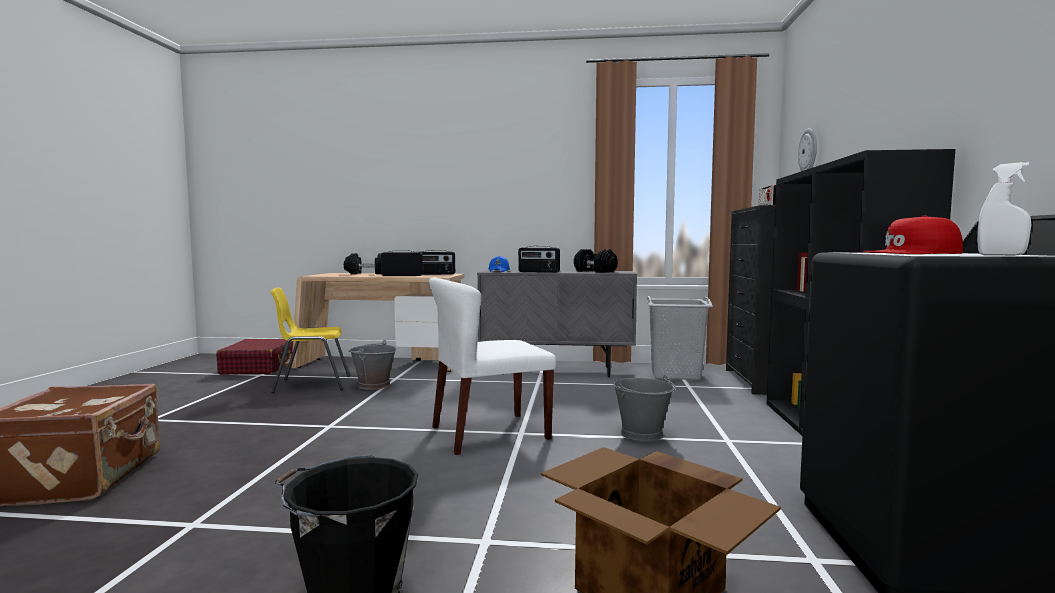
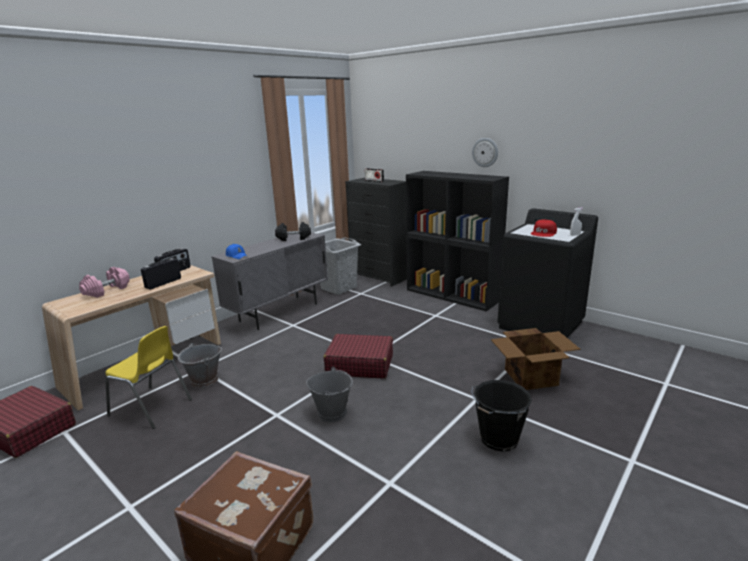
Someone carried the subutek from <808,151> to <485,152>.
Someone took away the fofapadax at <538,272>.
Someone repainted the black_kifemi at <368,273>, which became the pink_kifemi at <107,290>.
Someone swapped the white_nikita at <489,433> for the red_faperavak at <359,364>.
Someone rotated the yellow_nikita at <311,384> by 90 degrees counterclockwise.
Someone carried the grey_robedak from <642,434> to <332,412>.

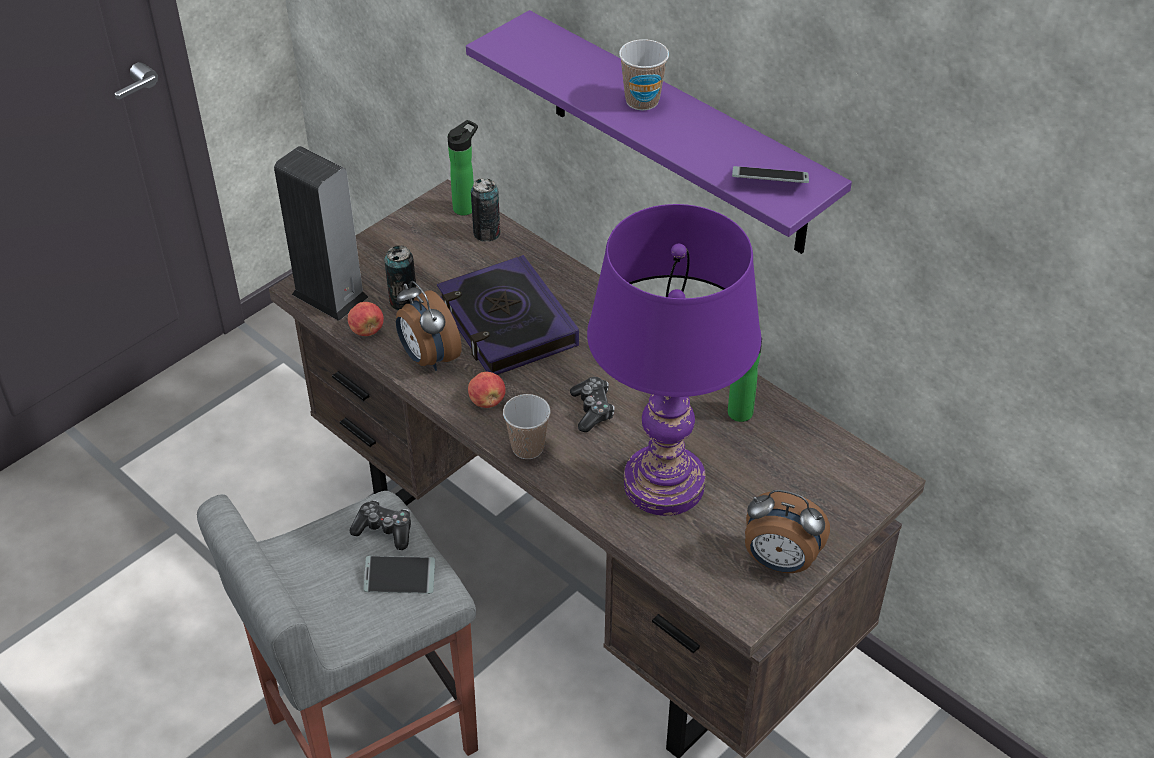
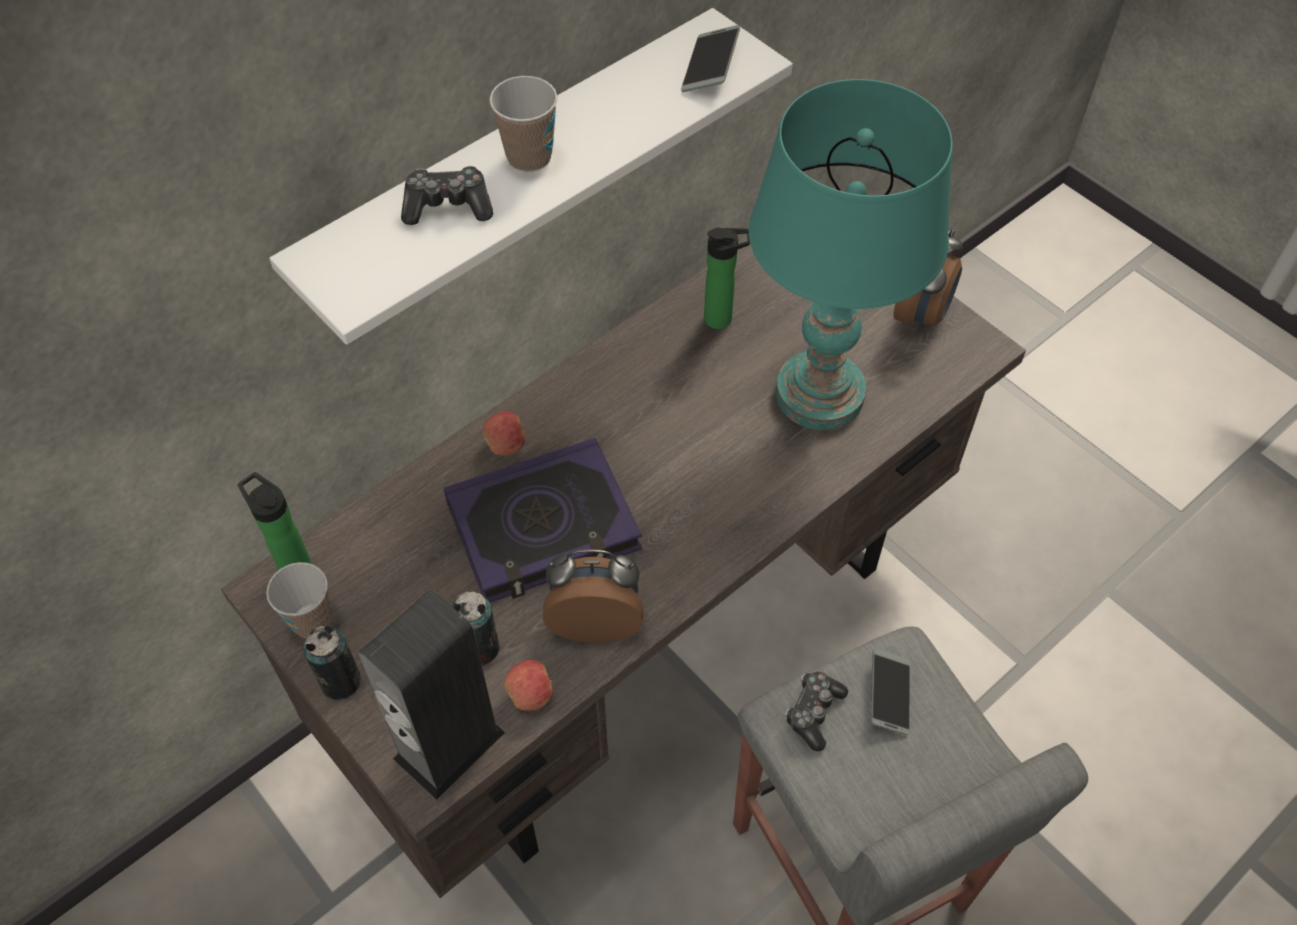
Someone repainted the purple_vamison at <677,135>, which became the white_vamison at <514,176>.
Someone carried the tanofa from <486,233> to <340,681>.
Someone repainted the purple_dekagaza at <664,484>, which became the turquoise_dekagaza at <819,394>.
Someone rotated the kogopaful at <428,358> by 150 degrees counterclockwise.
Someone carried the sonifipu from <487,401> to <506,445>.
Someone carried the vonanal from <592,410> to <448,206>.
Someone carried the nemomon from <527,448> to <311,621>.

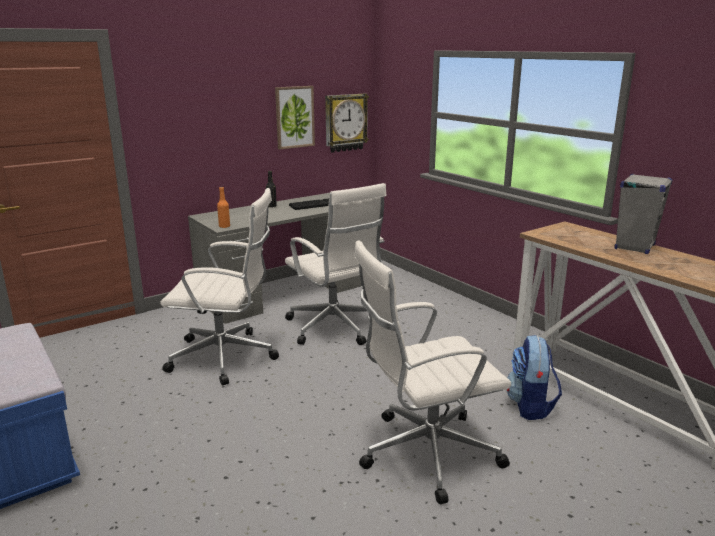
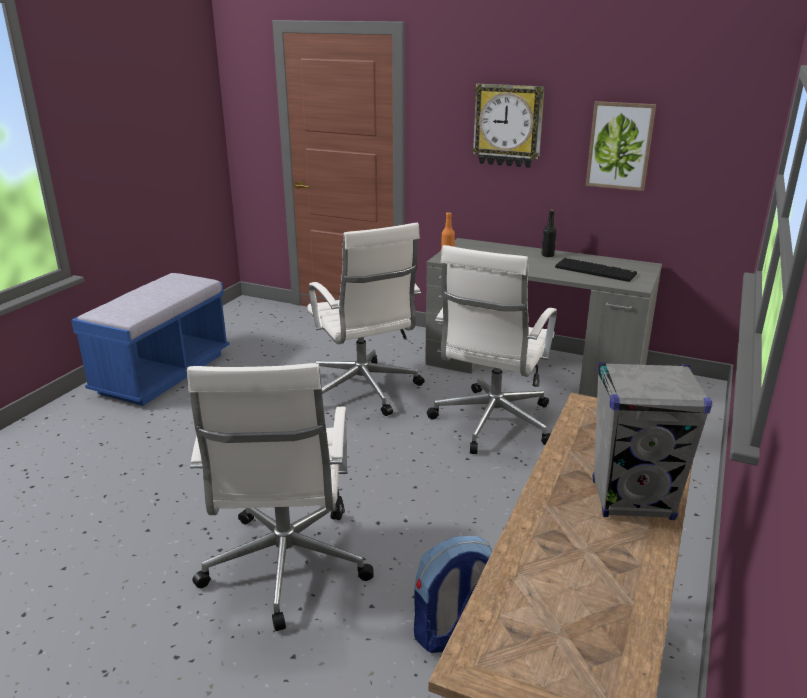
Someone carried the subutek from <345,122> to <508,125>.
Someone rotated the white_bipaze at <425,453> by 135 degrees counterclockwise.

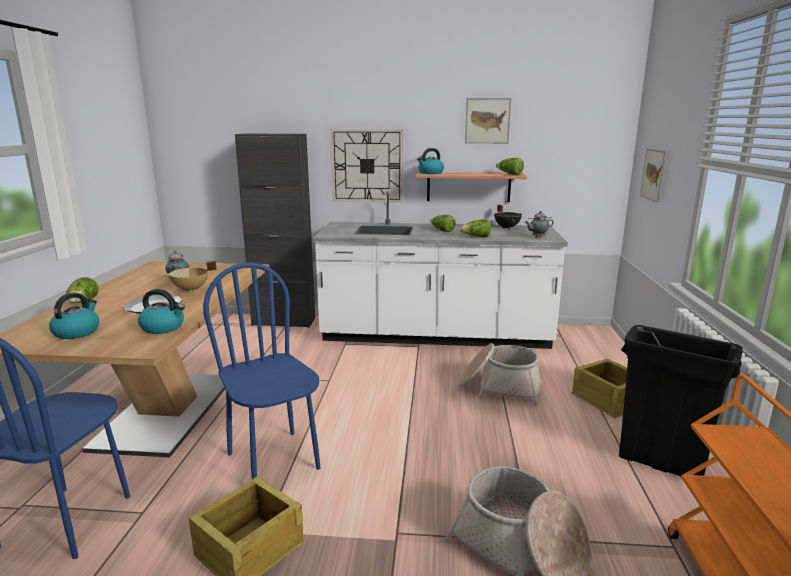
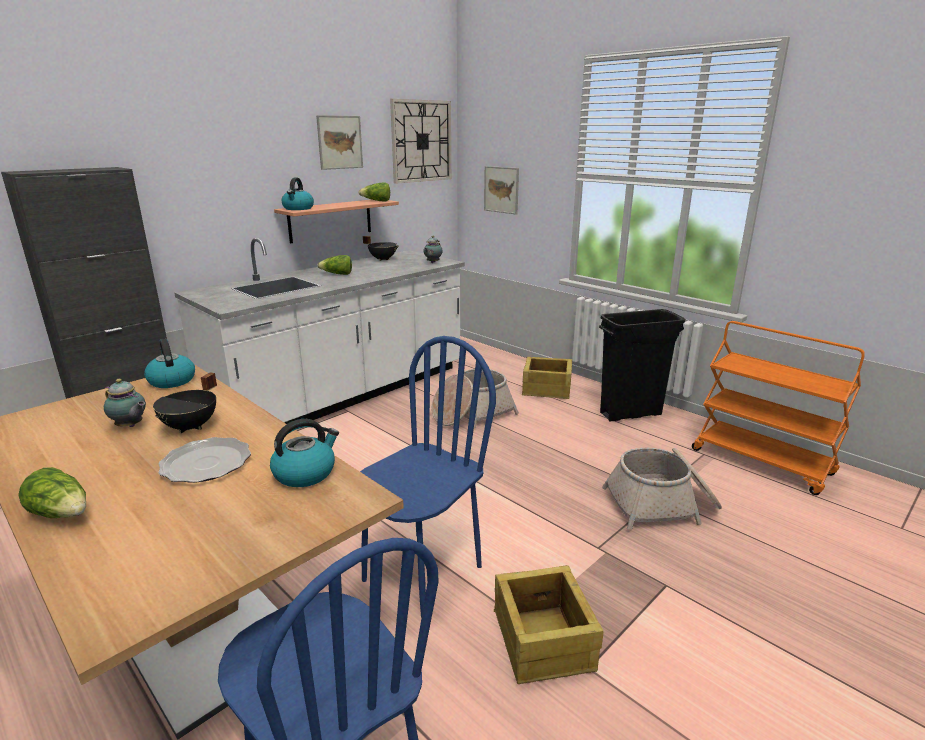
Someone carried the subutek from <367,166> to <421,141>.
Someone took away the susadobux at <476,237>.
Someone repainted the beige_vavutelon at <191,290>, which became the black_vavutelon at <191,427>.
Someone rotated the blue_nikita at <274,460> by 120 degrees clockwise.
Someone carried the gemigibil from <77,332> to <171,380>.

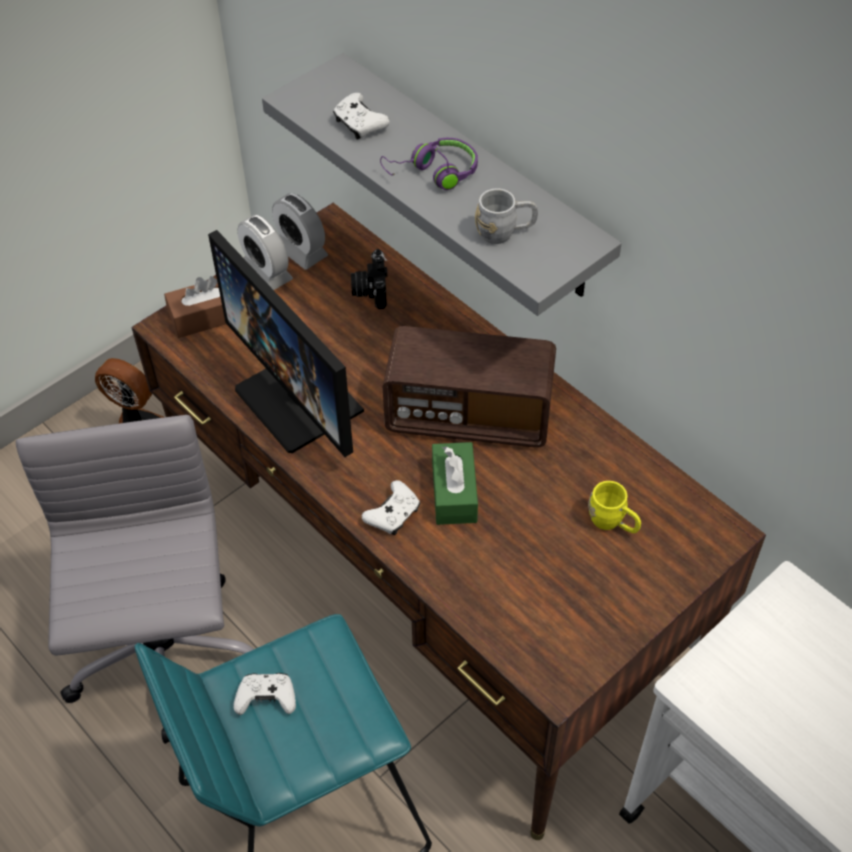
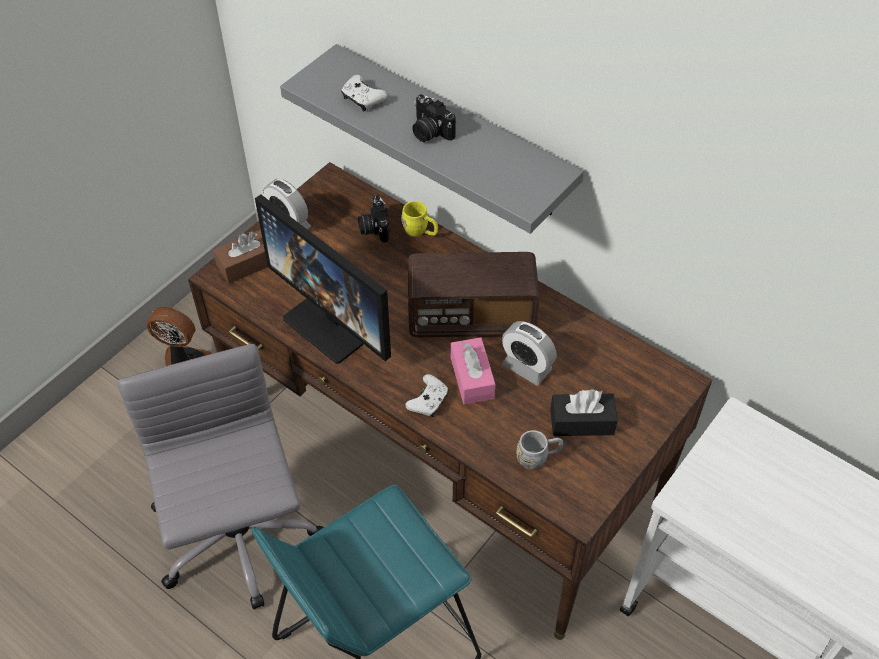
Someone swapped the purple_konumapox at <434,173> for the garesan at <429,132>.
Someone carried the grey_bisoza from <505,233> to <538,458>.
Someone carried the kogopaful from <301,251> to <526,367>.
Someone repainted the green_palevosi at <454,492>, which became the pink_palevosi at <472,378>.
Someone carried the yellow_bisoza from <613,523> to <420,231>.
Someone took away the white_vonanal at <266,698>.
Someone put down the black_palevosi at <581,422>.

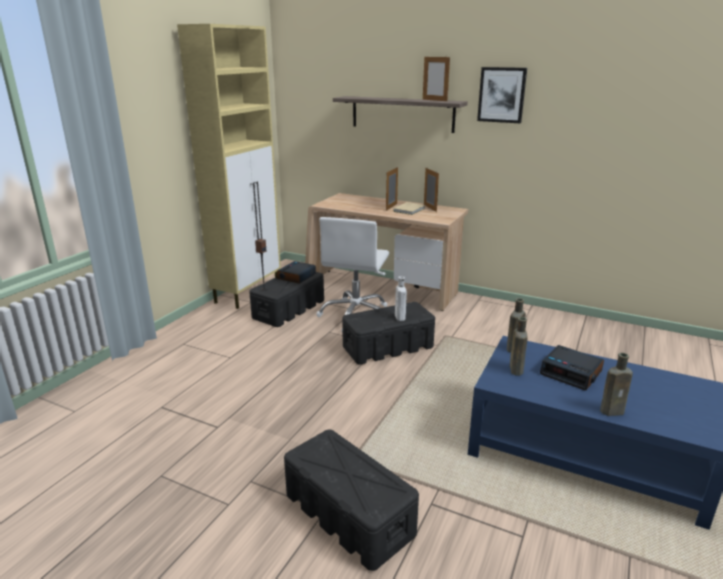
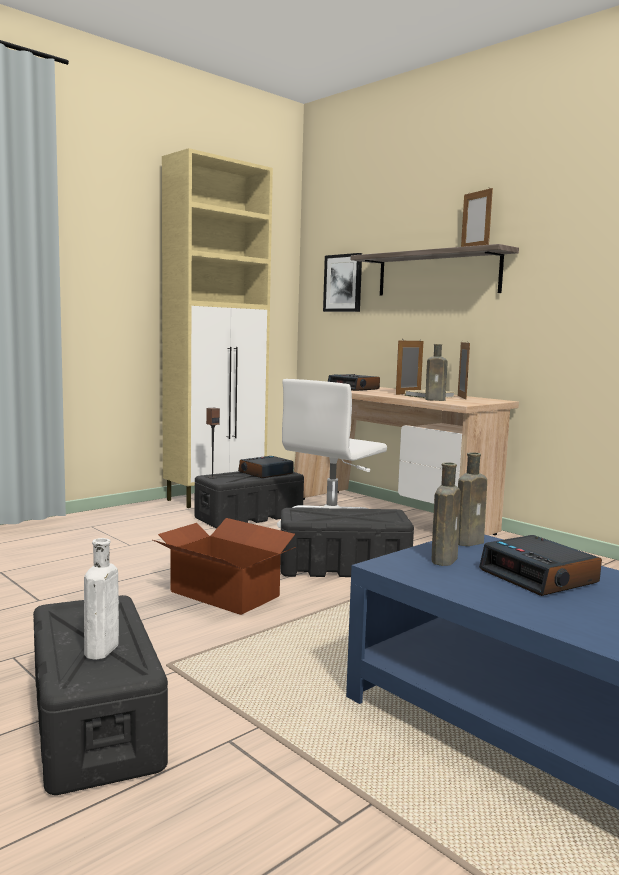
Someone carried the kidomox from <501,95> to <343,283>.
Someone carried the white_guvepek from <400,317> to <100,651>.
Someone carried the brown_guvepek from <613,411> to <436,400>.
Someone put down the kogopaful at <354,388>.
Someone put down the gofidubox at <225,593>.

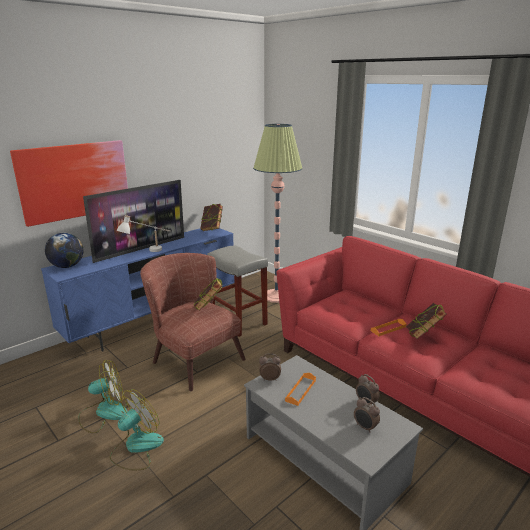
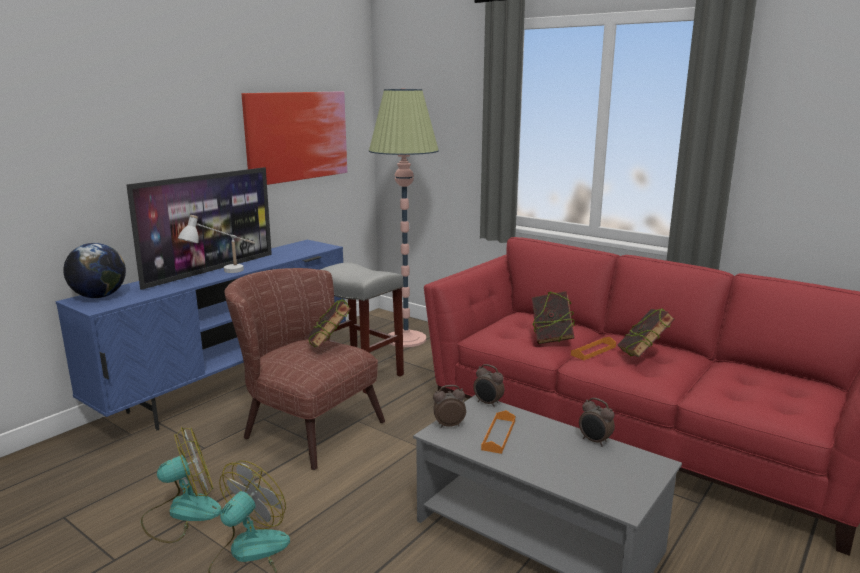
Someone carried the kidomox from <74,181> to <297,136>.
Someone carried the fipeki from <212,229> to <551,340>.
Someone carried the kogopaful from <365,427> to <488,403>.

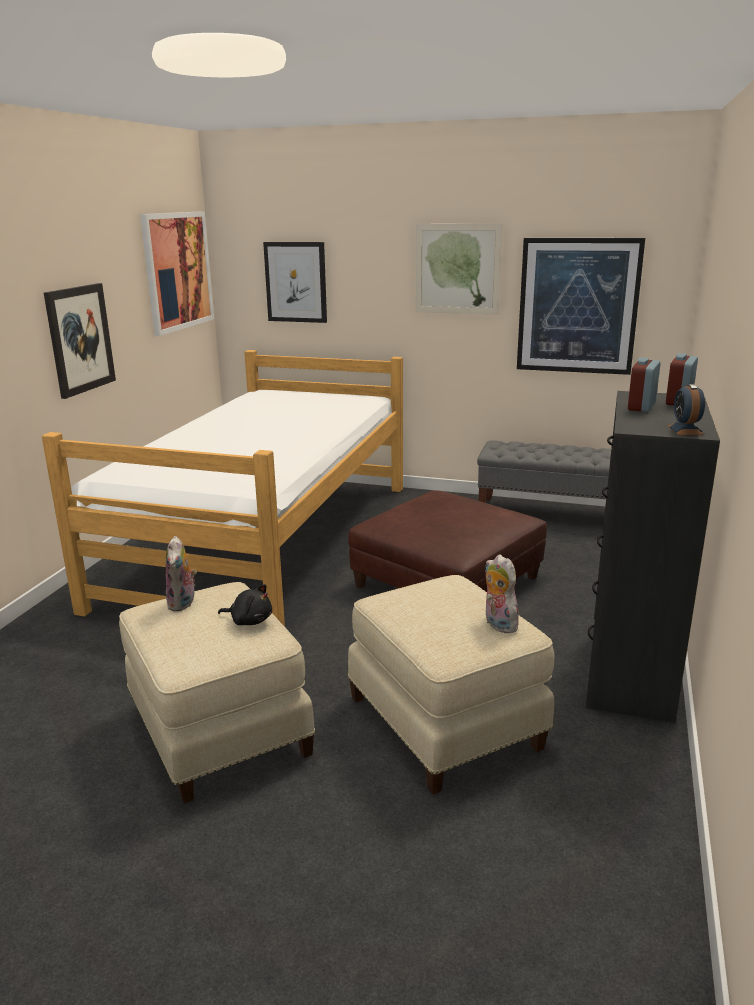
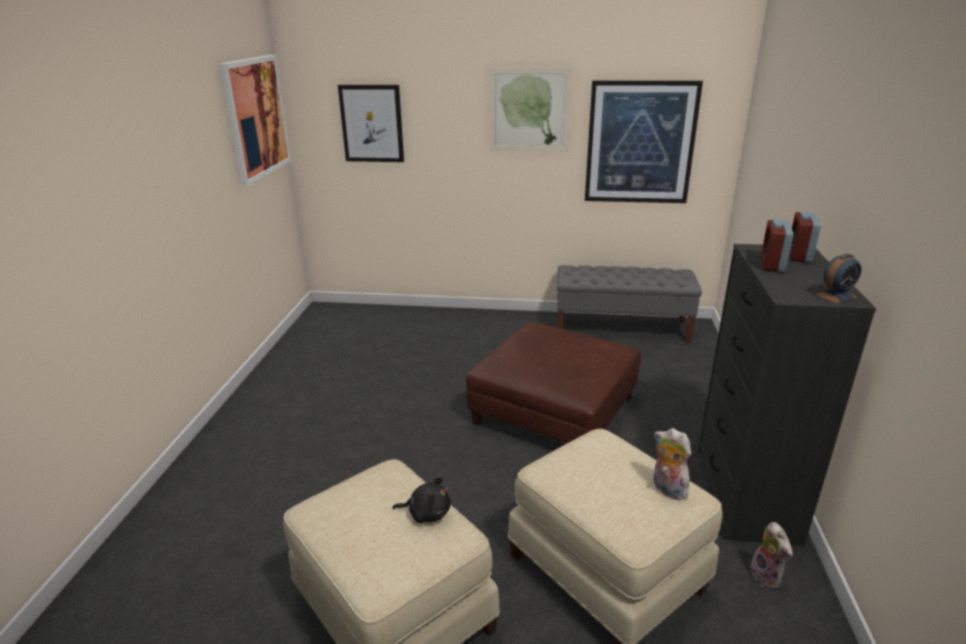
Someone took away the kidomox at <80,339>.
Someone took away the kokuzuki at <267,541>.
Someone rotated the kogopaful at <685,430> by 105 degrees counterclockwise.
Someone carried the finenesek from <183,604> to <768,576>.

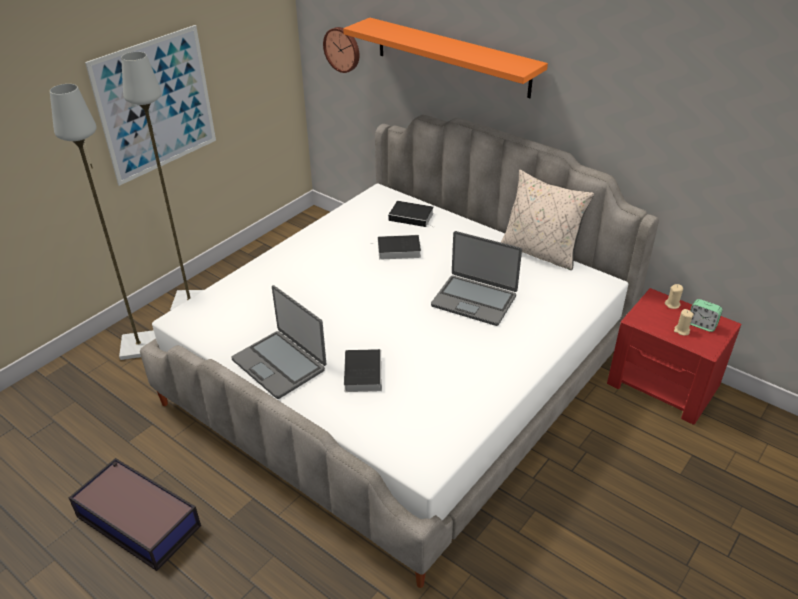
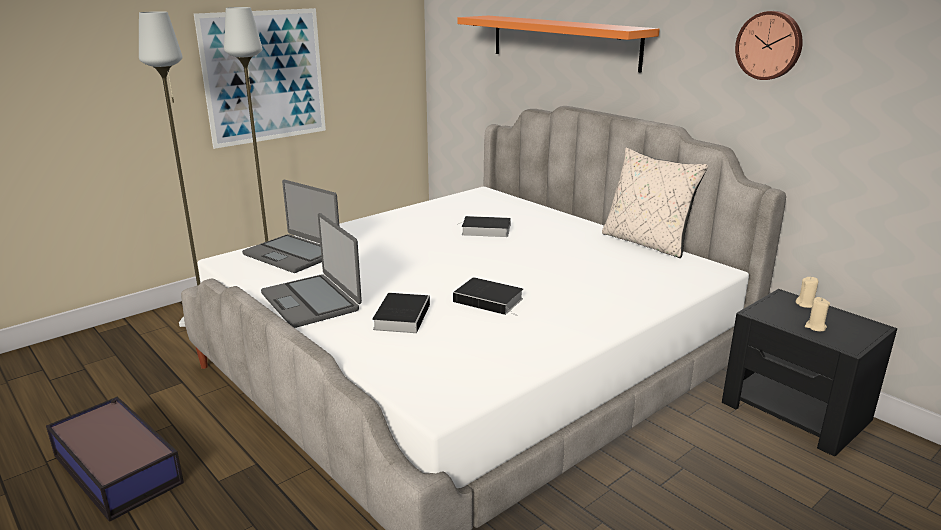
Someone carried the subutek from <342,49> to <769,45>.
Someone carried the fipeki from <412,216> to <490,300>.
Someone carried the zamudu from <474,300> to <293,254>.
Someone repainted the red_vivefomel at <663,385>, which became the black_vivefomel at <796,411>.
Someone took away the kogopaful at <701,325>.

